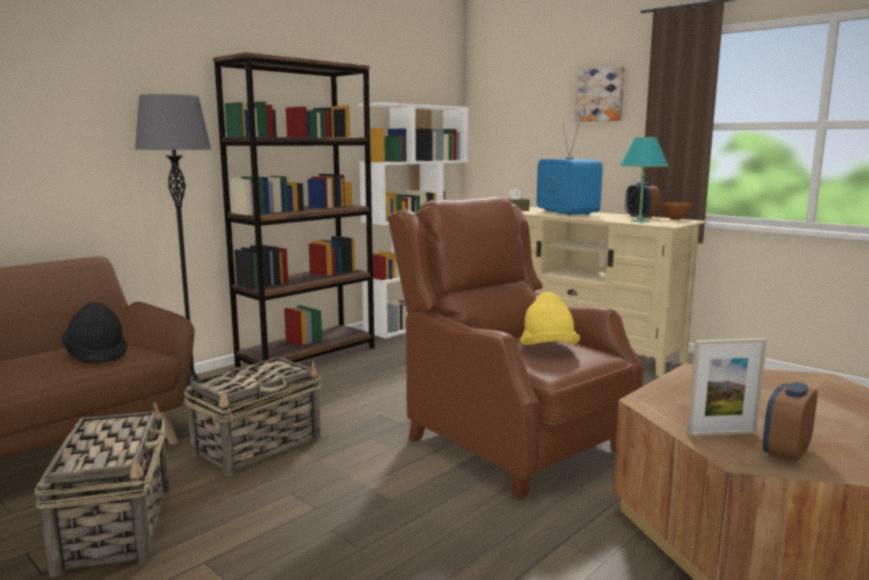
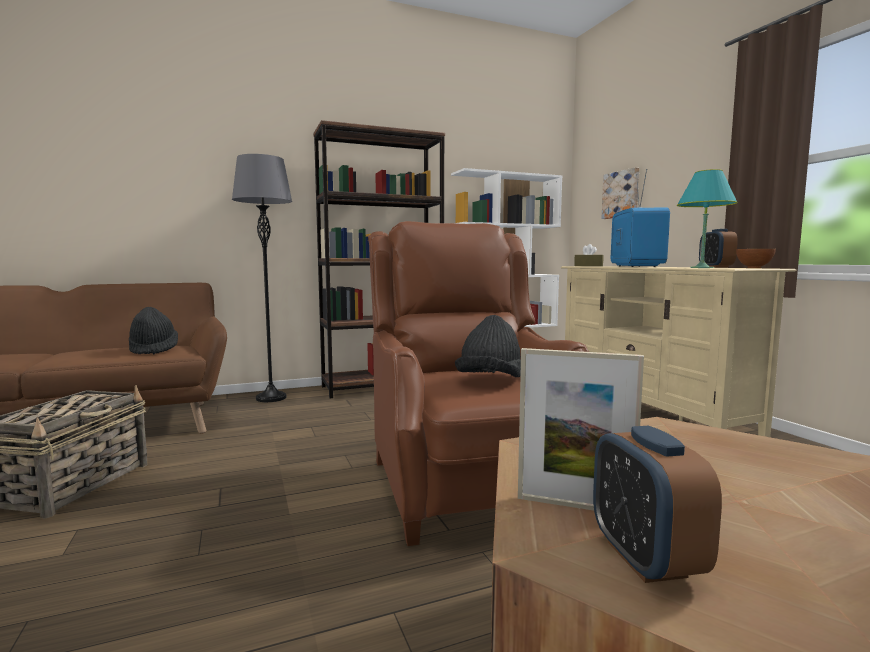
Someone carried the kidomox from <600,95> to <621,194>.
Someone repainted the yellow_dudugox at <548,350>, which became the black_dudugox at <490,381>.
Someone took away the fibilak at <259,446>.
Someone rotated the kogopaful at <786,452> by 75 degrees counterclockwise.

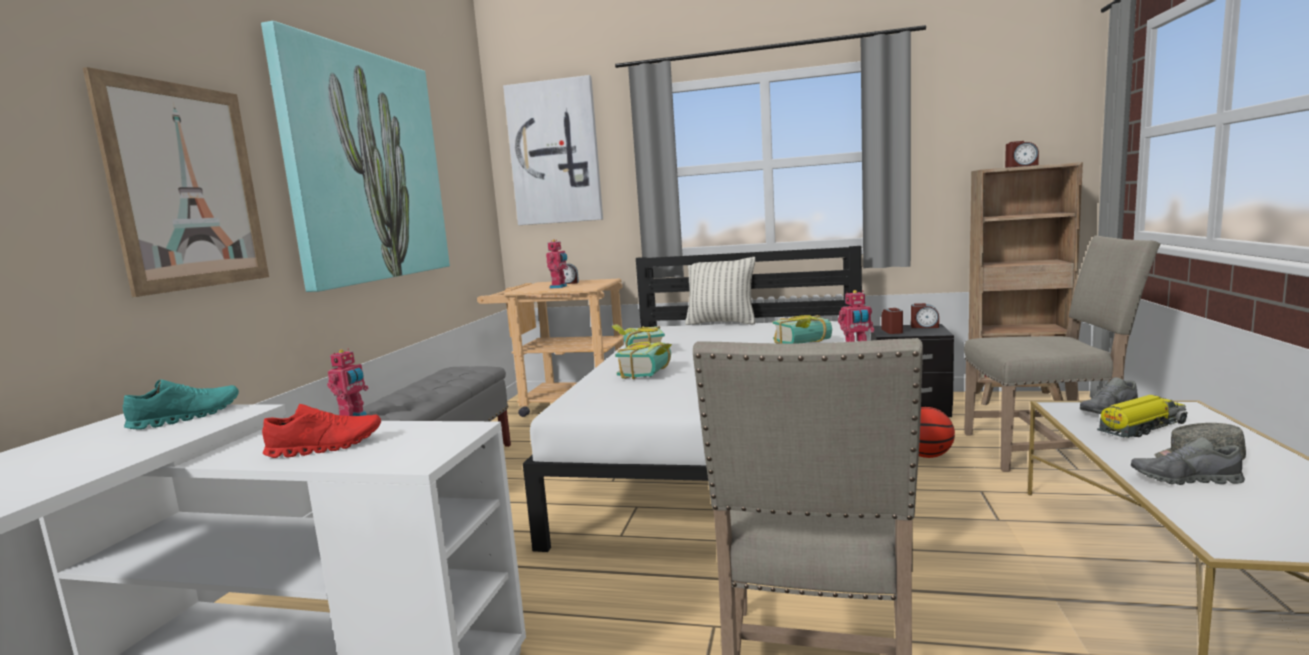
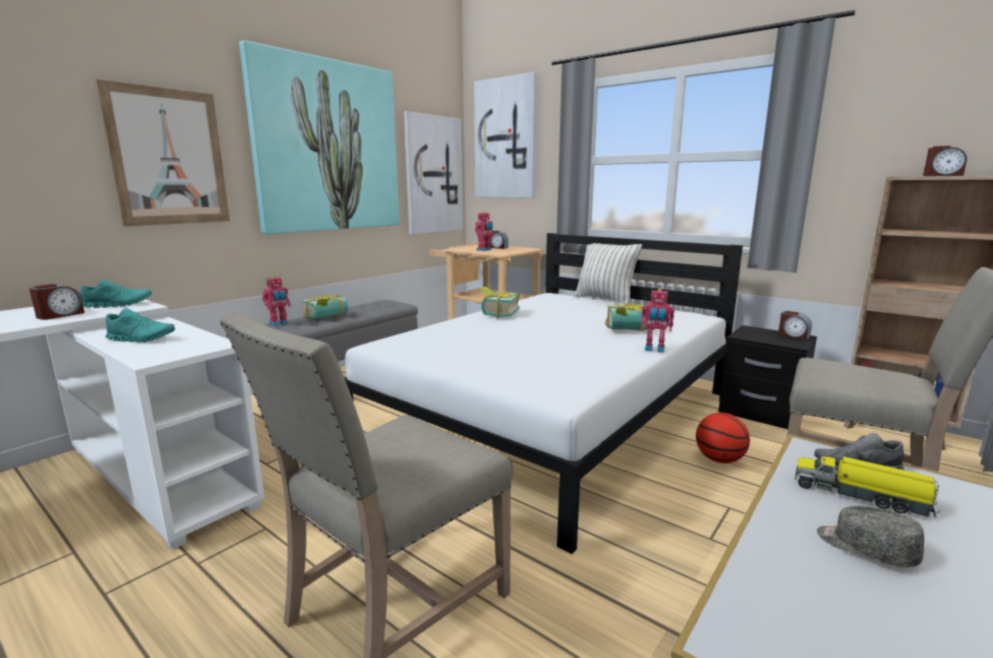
Someone carried the kogopaful from <892,331> to <60,315>.
Someone carried the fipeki from <651,373> to <328,317>.
Someone rotated the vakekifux at <1141,428> by 150 degrees counterclockwise.
Someone repainted the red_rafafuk at <326,447>, which became the turquoise_rafafuk at <141,339>.
Someone took away the grey_rafafuk at <1184,479>.
Someone put up the kidomox at <433,175>.

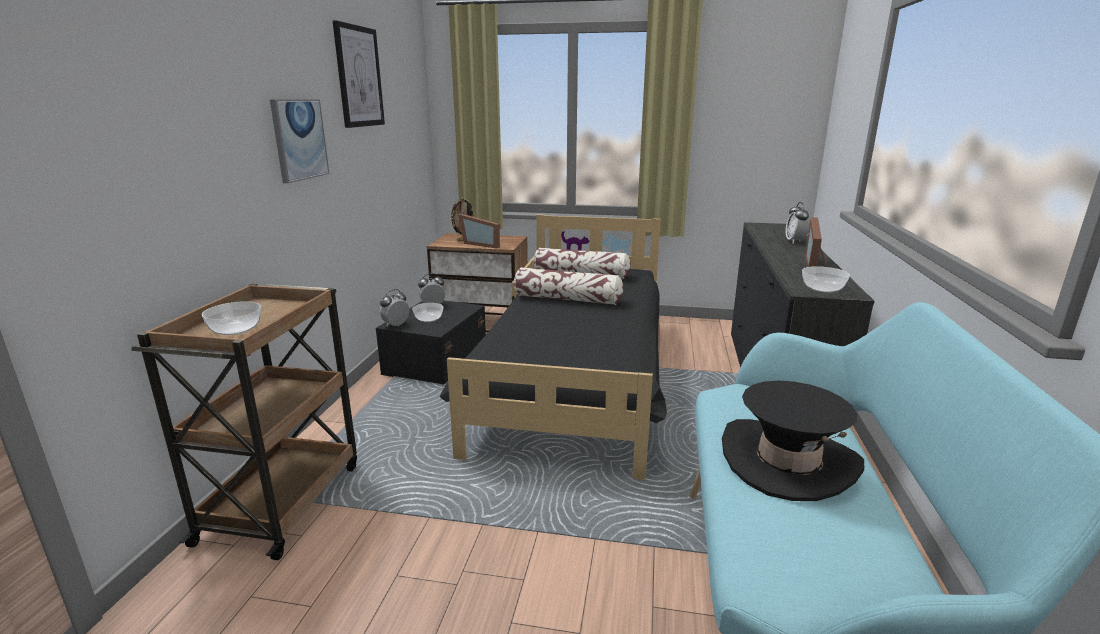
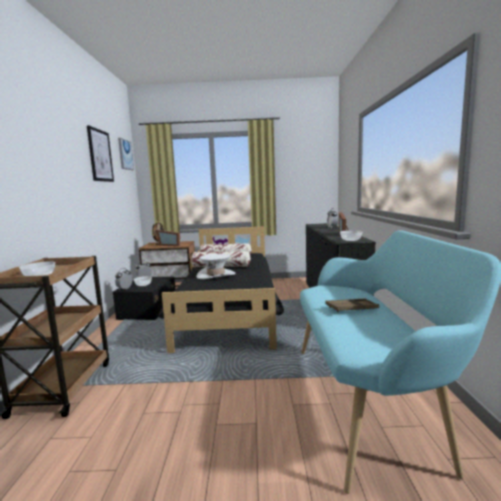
Someone carried the kidomox from <299,139> to <125,154>.
Someone swapped the black_dudugox at <788,461> for the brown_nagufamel at <352,308>.
Someone put down the white_dudugox at <216,275>.

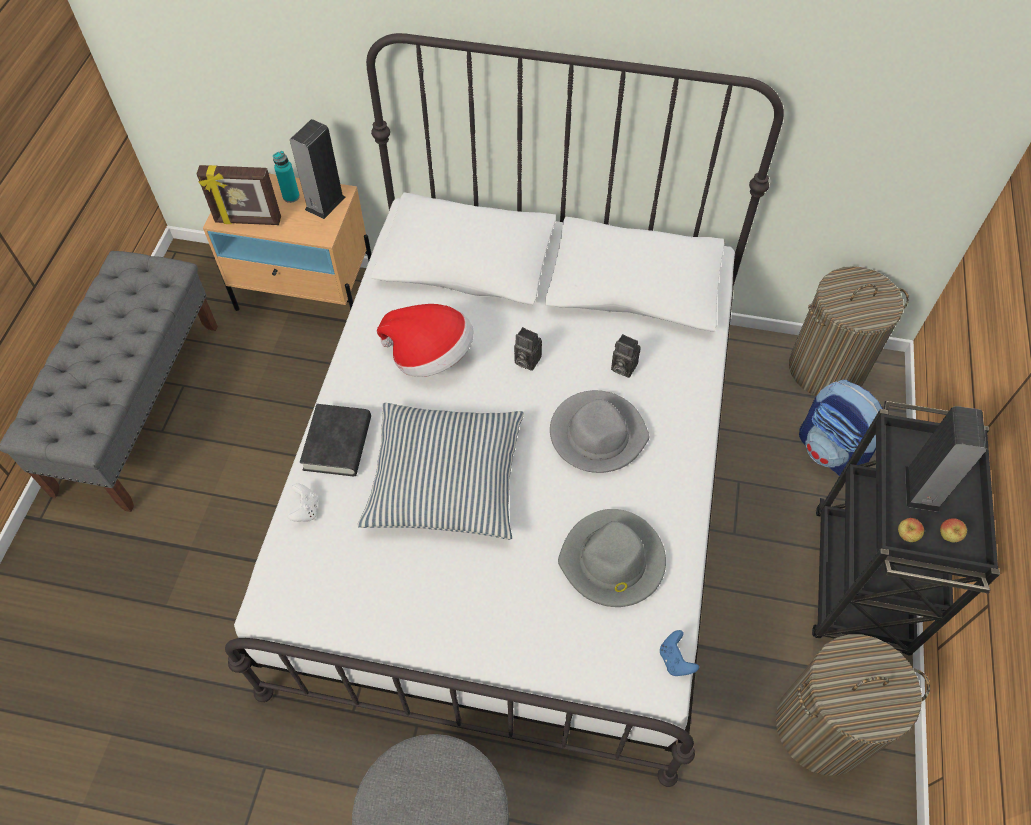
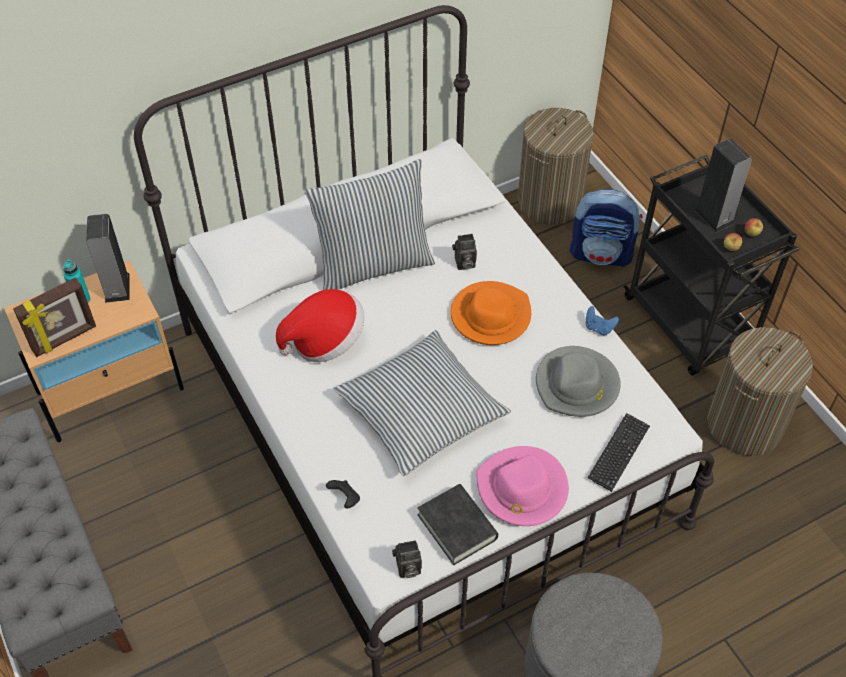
Someone carried the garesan from <525,360> to <407,568>.
Someone repainted the grey_dudugox at <597,434>, which became the orange_dudugox at <490,316>.
Someone carried the black_fipeki from <337,444> to <457,527>.
Someone repainted the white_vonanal at <305,510>, which became the black_vonanal at <345,498>.
Someone carried the blue_vonanal from <675,660> to <599,328>.
Someone put down the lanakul at <373,264>.
Someone put down the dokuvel at <618,453>.
Someone put down the pink_dudugox at <522,489>.

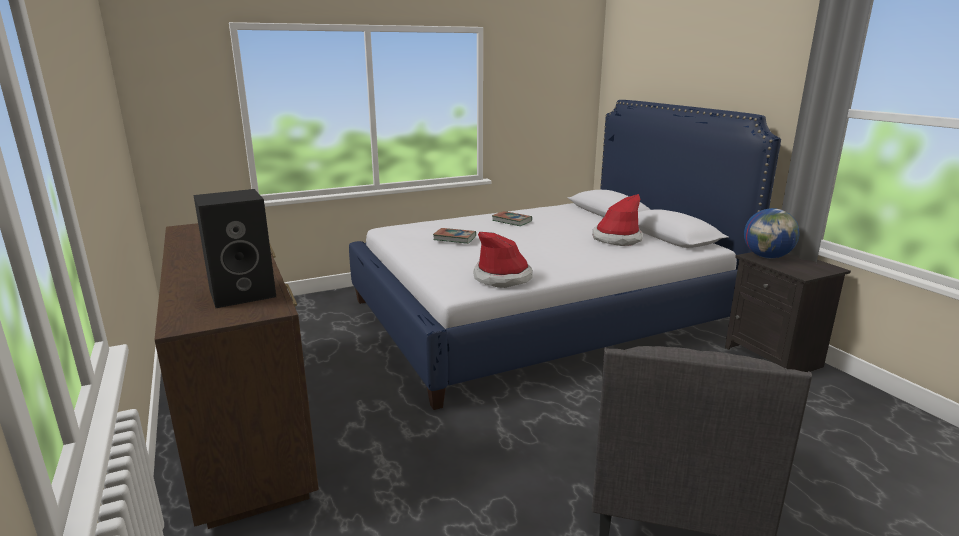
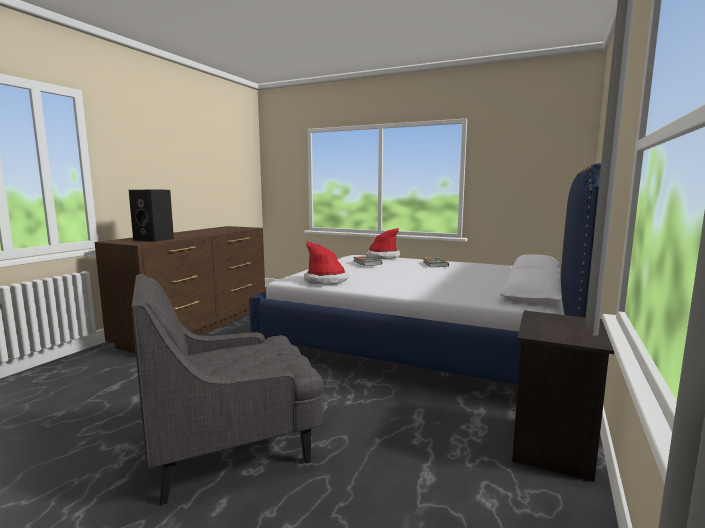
Someone carried the dudugox from <617,239> to <382,257>.
Someone took away the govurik at <767,257>.

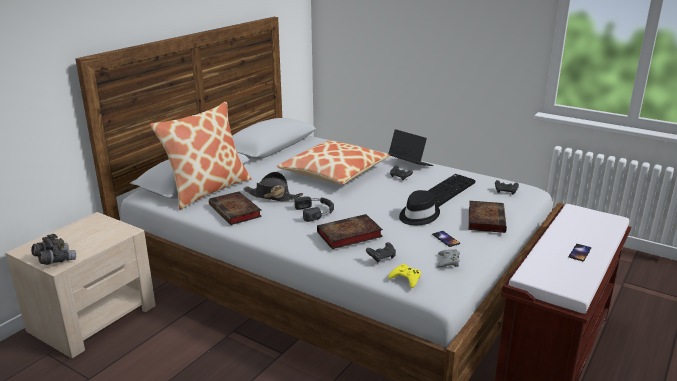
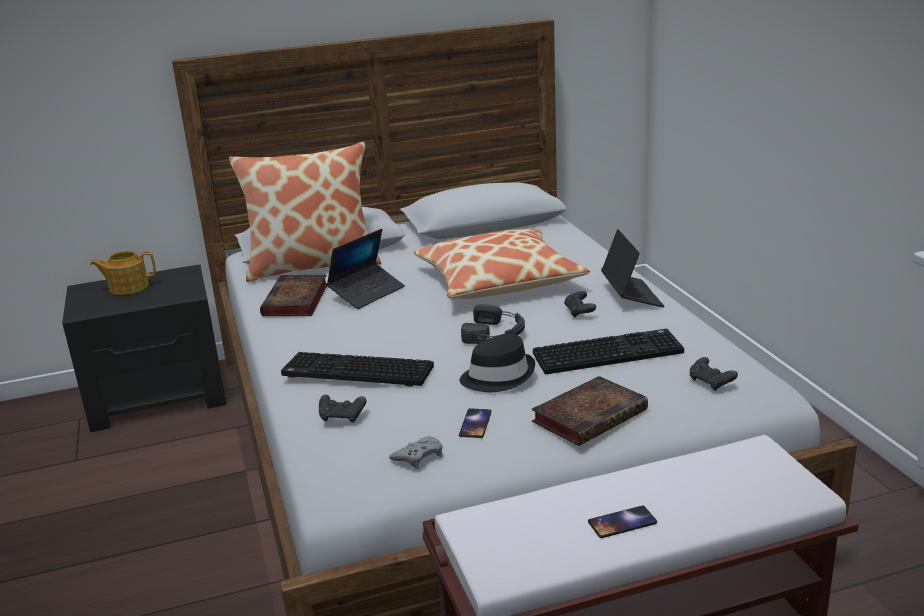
Someone swapped the black_dudugox at <272,196> for the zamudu at <367,293>.
Someone carried the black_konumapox from <316,212> to <496,333>.
Someone repainted the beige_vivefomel at <93,317>, which became the black_vivefomel at <159,395>.
Someone swapped the fipeki at <348,235> for the dokuvel at <355,372>.
Someone took away the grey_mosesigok at <55,260>.
Someone took away the yellow_vonanal at <406,279>.
Someone put down the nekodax at <128,287>.

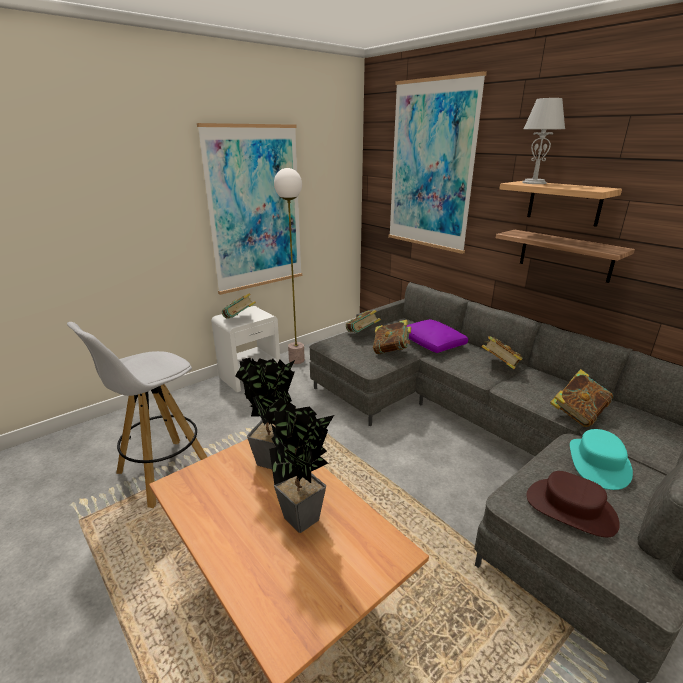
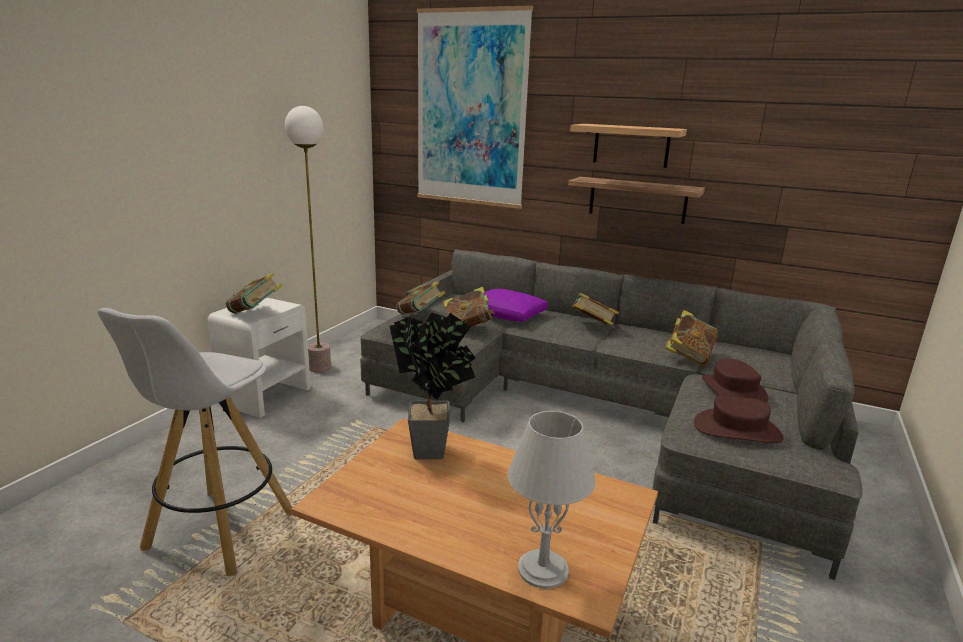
Someone carried the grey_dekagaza from <534,183> to <542,570>.
Someone took away the kidomox at <255,209>.
Someone took away the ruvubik at <302,523>.
Someone repainted the turquoise_dudugox at <598,463>, which became the brown_dudugox at <733,391>.

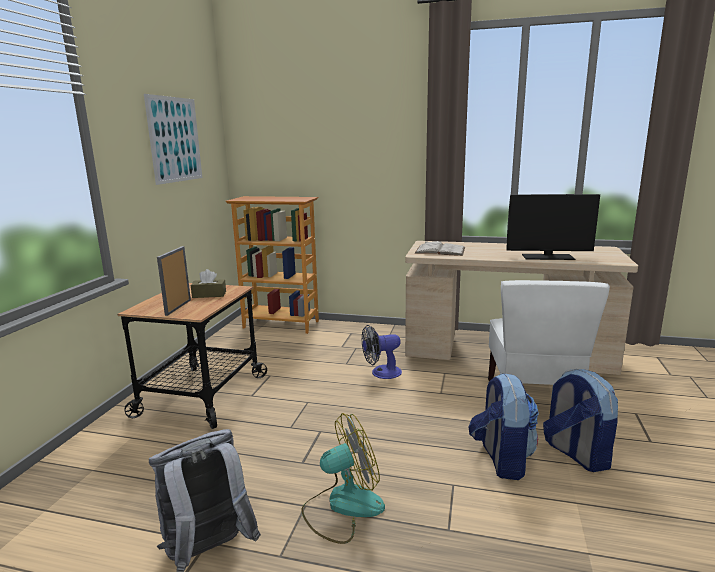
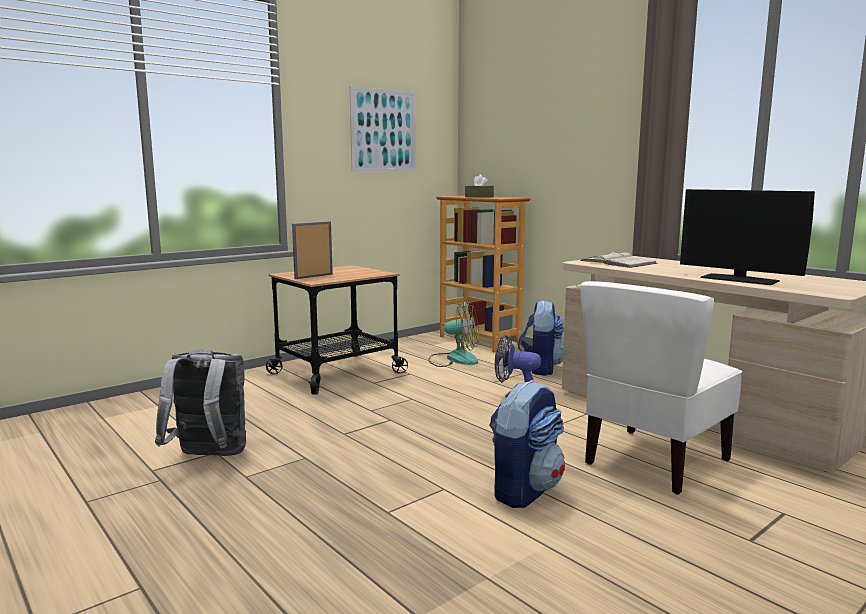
Someone carried the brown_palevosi from <209,295> to <479,197>.
Someone carried the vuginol from <575,454> to <541,368>.
Someone carried the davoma from <342,506> to <454,359>.

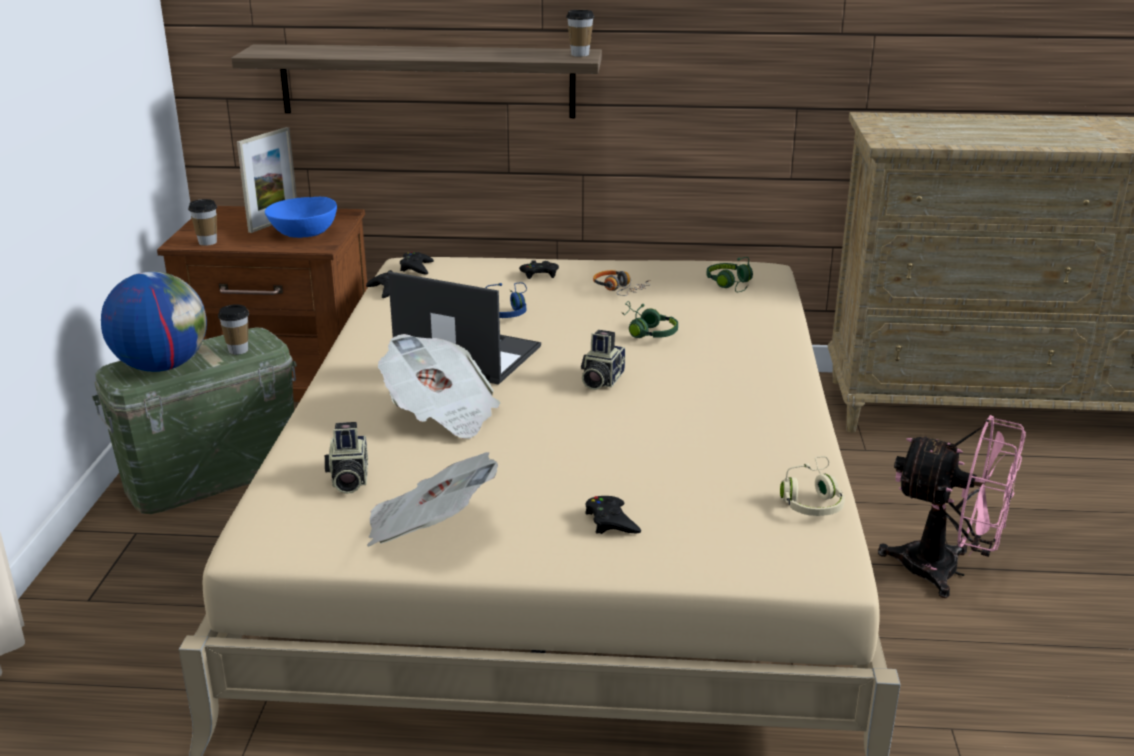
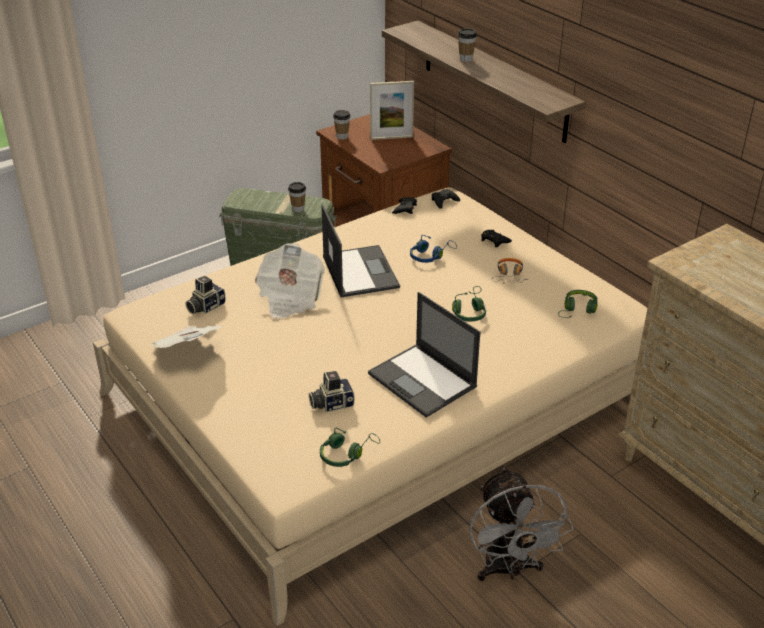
Someone carried the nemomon from <580,54> to <466,59>.
Someone took away the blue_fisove at <303,233>.
Someone took away the govurik at <162,366>.
Someone carried the garesan from <600,380> to <331,403>.
Someone repainted the pink_davoma at <946,571>, which became the grey_davoma at <508,569>.
Someone repainted the beige_konumapox at <811,499>, which became the green_konumapox at <346,453>.
Someone took away the black_vonanal at <611,521>.
Someone put down the zamudu at <423,381>.

